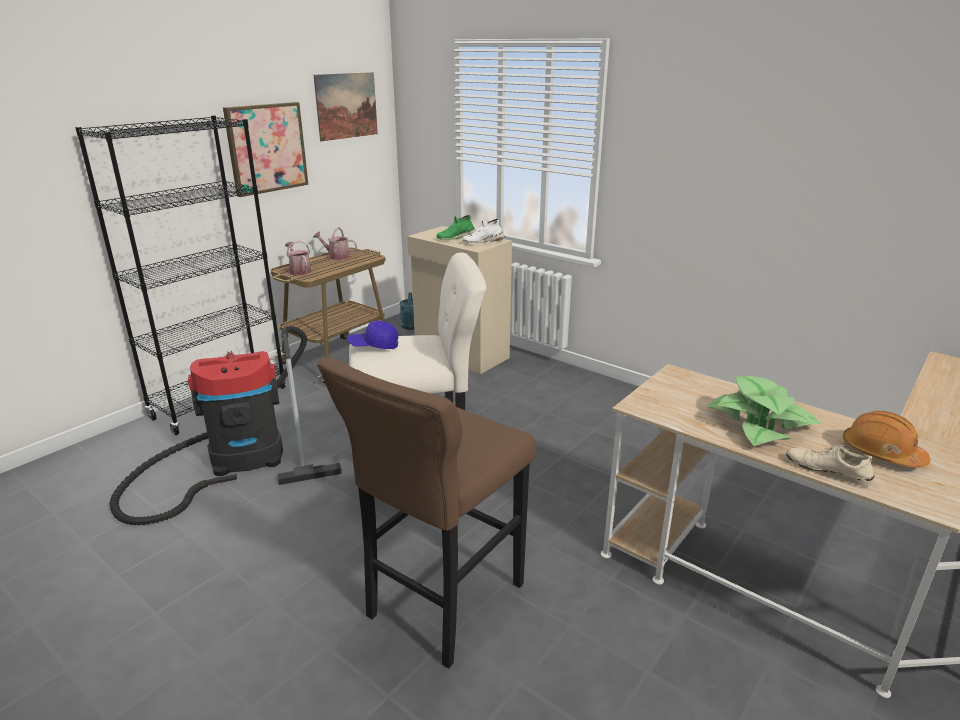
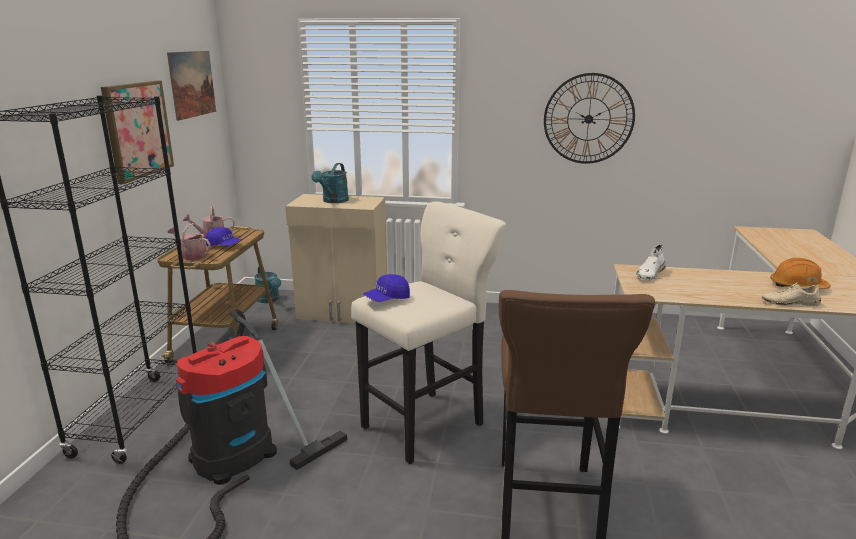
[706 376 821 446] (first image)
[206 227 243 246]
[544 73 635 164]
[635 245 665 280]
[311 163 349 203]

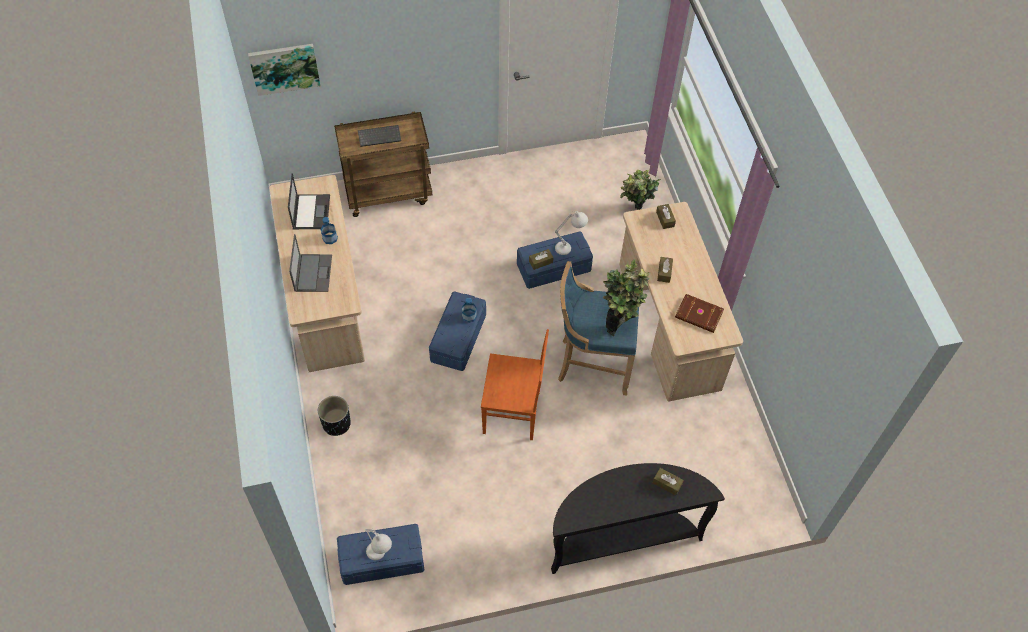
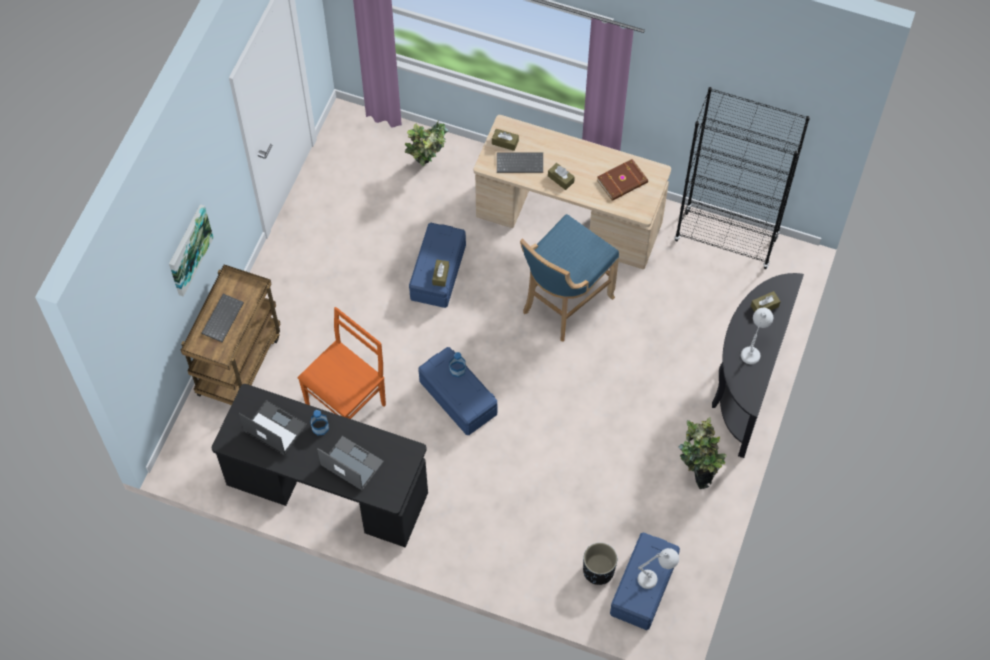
[497 152 543 173]
[674 87 810 269]
[169 204 213 297]
[583 543 617 585]
[297 307 386 419]
[741 308 773 364]
[678 417 726 489]
[211 384 428 548]

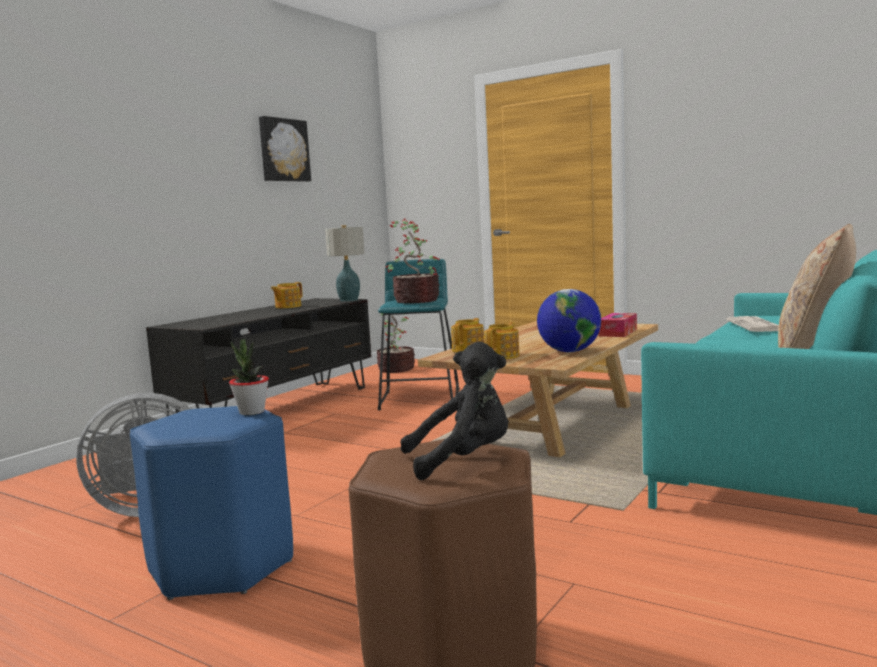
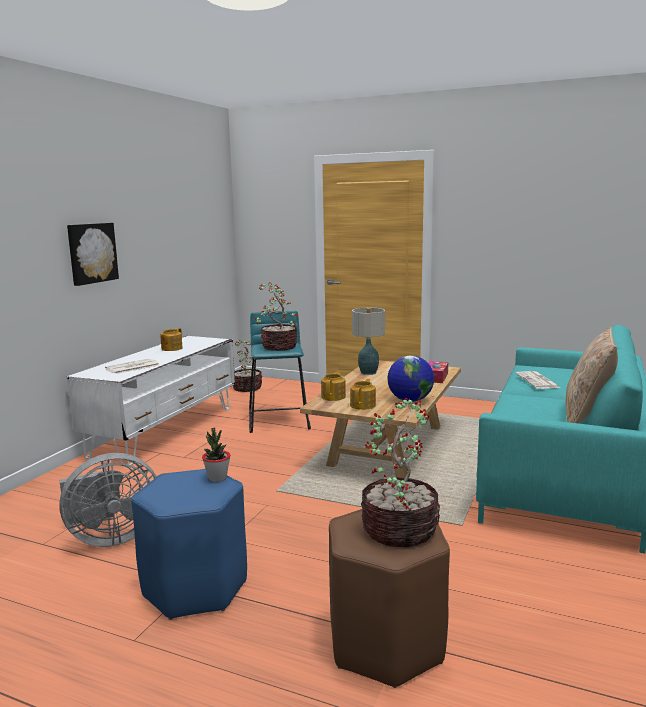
[105 358 159 374]
[67 223 119 286]
[352 307 385 375]
[361 398 440 547]
[67 336 235 465]

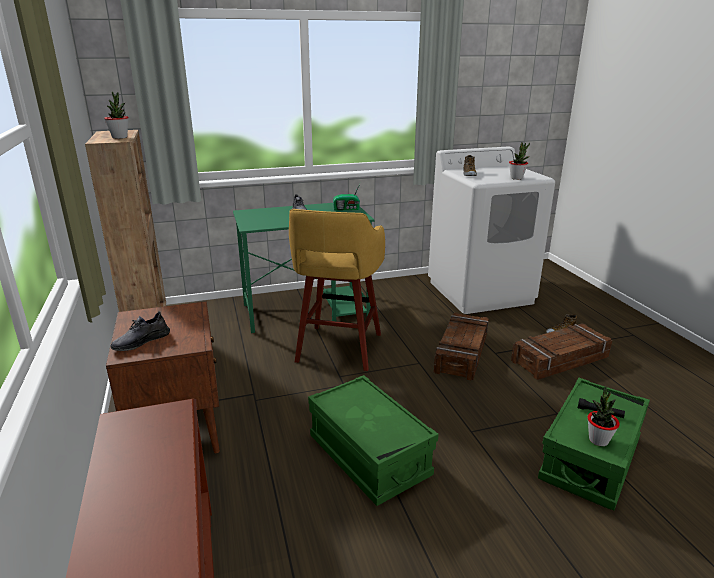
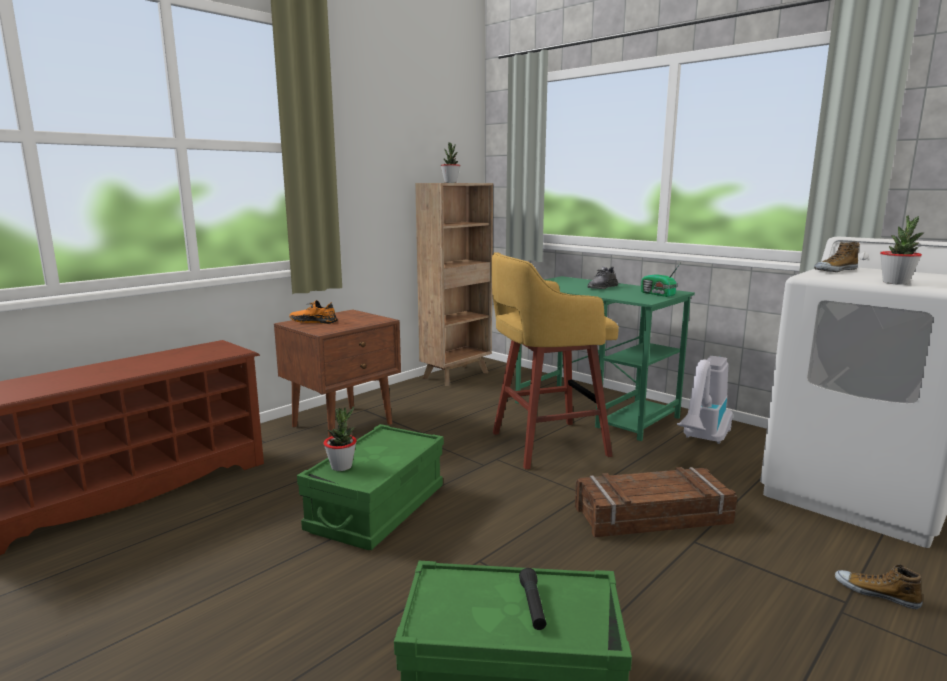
[511 323 612 380] (first image)
[677 356 733 444]
[324 406 357 471]
[289 300 338 324]

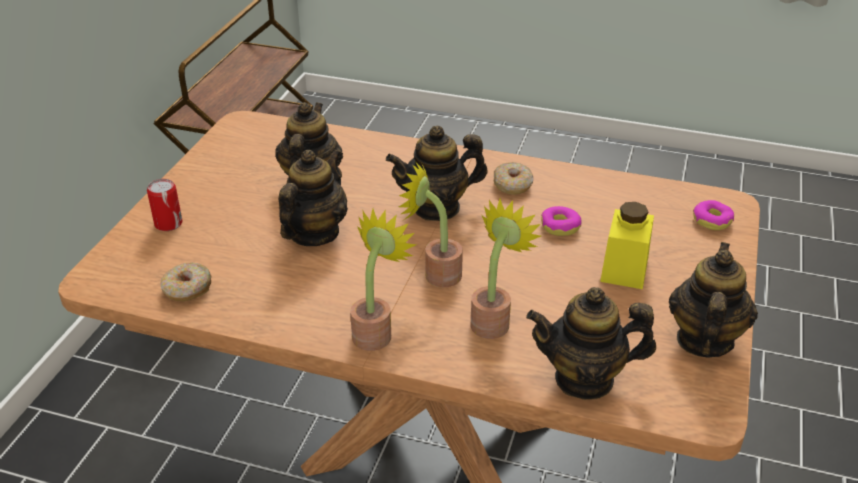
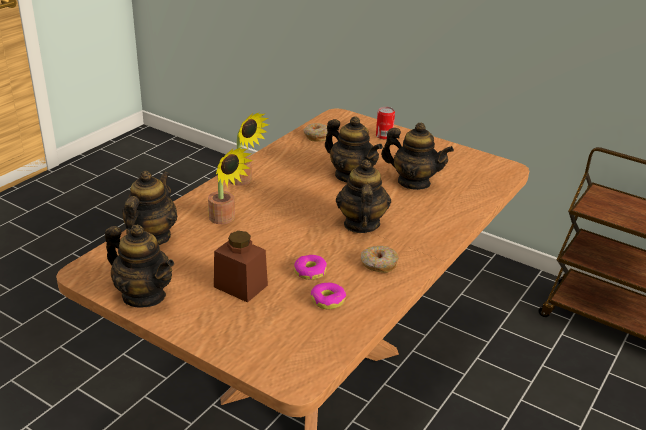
[399 161 463 287] (first image)
[311 283 346 309]
[214 231 268 303]

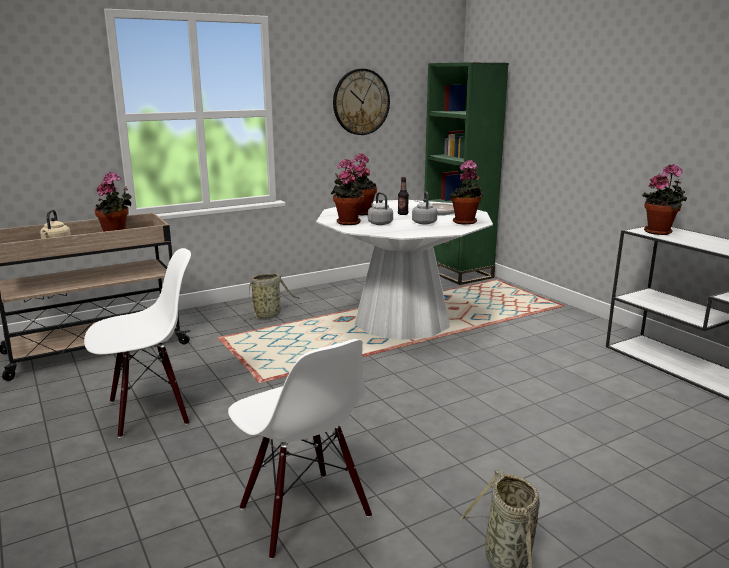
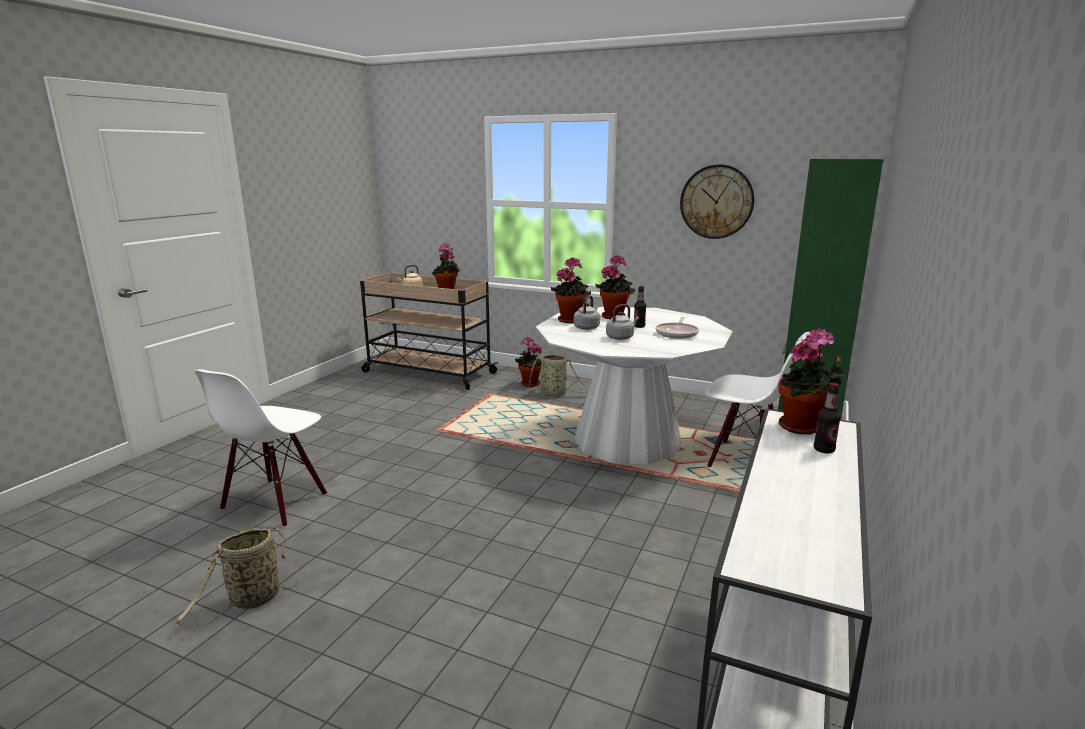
[814 383 841 453]
[705 332 810 467]
[515 337 542 387]

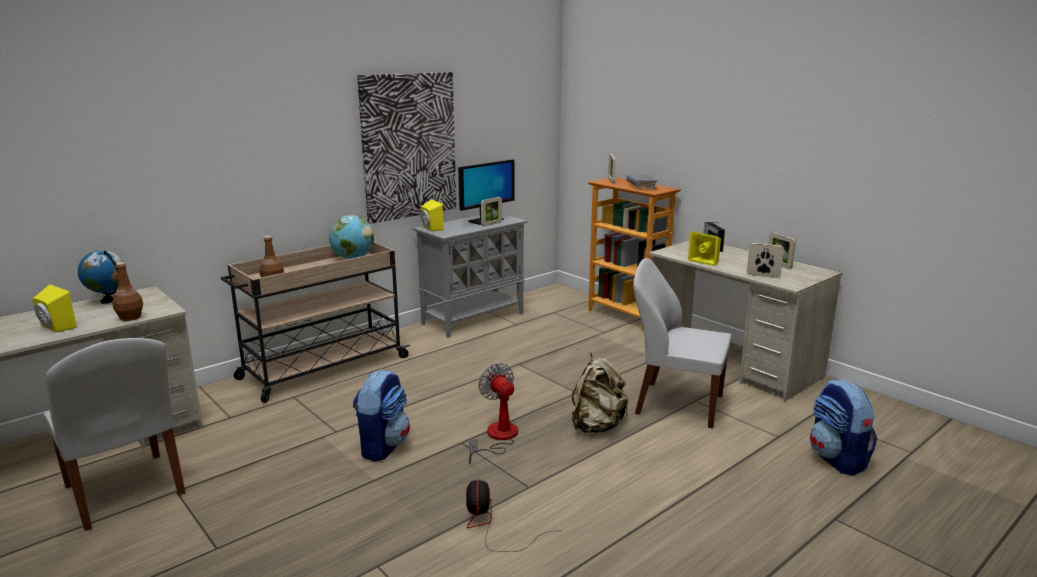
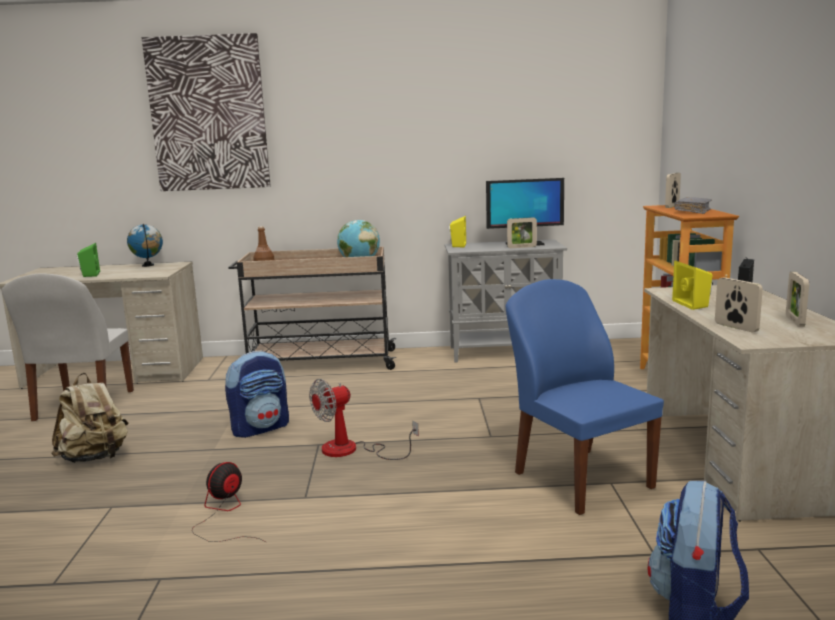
[112 262 143 321] (first image)
[142 33 271 191]
[51 373 128 463]
[77 243 100 277]
[506 279 664 515]
[309 379 419 460]

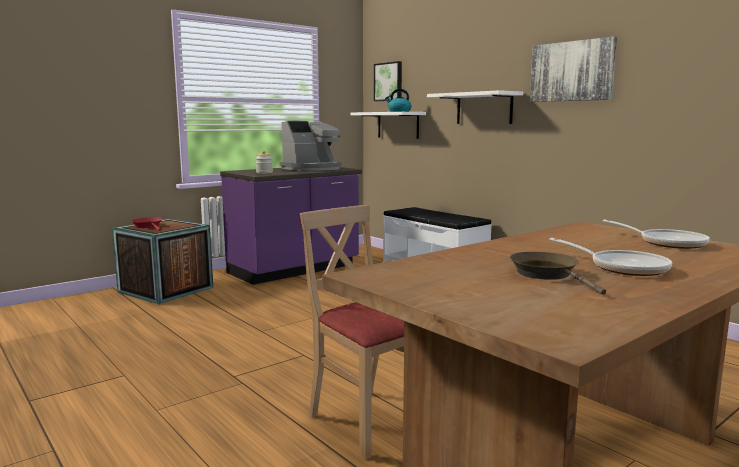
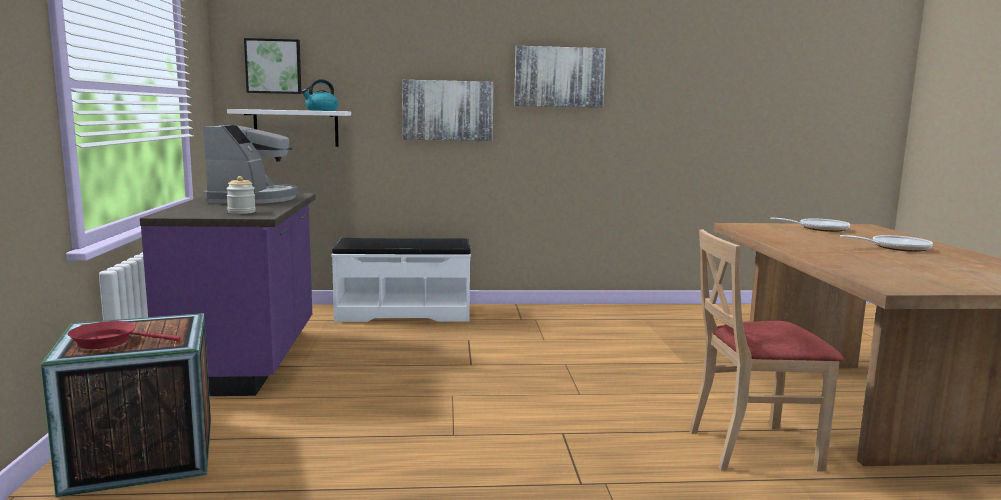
[510 252 606 295] (first image)
[402 80 494 141]

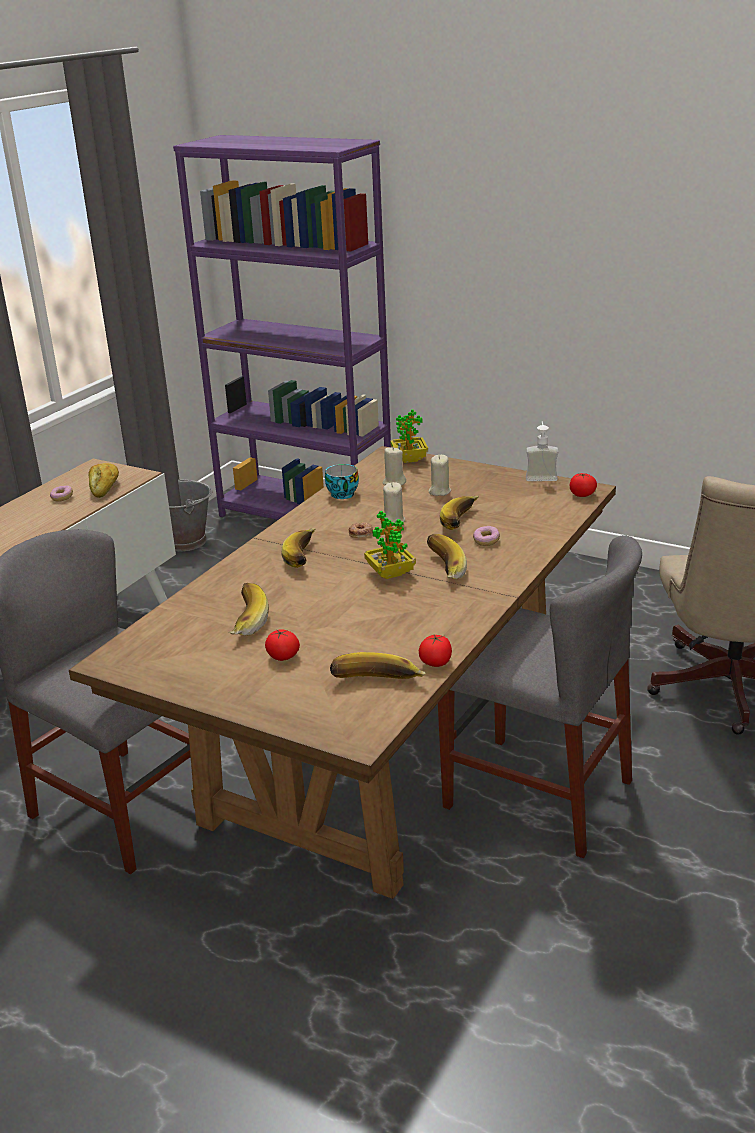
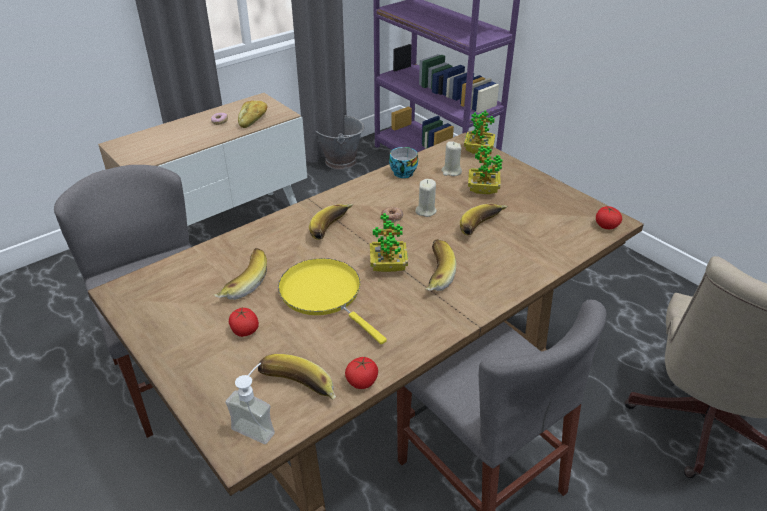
[473 526 500 546] (first image)
[278 258 387 344]
[226 363 275 444]
[468 146 503 194]

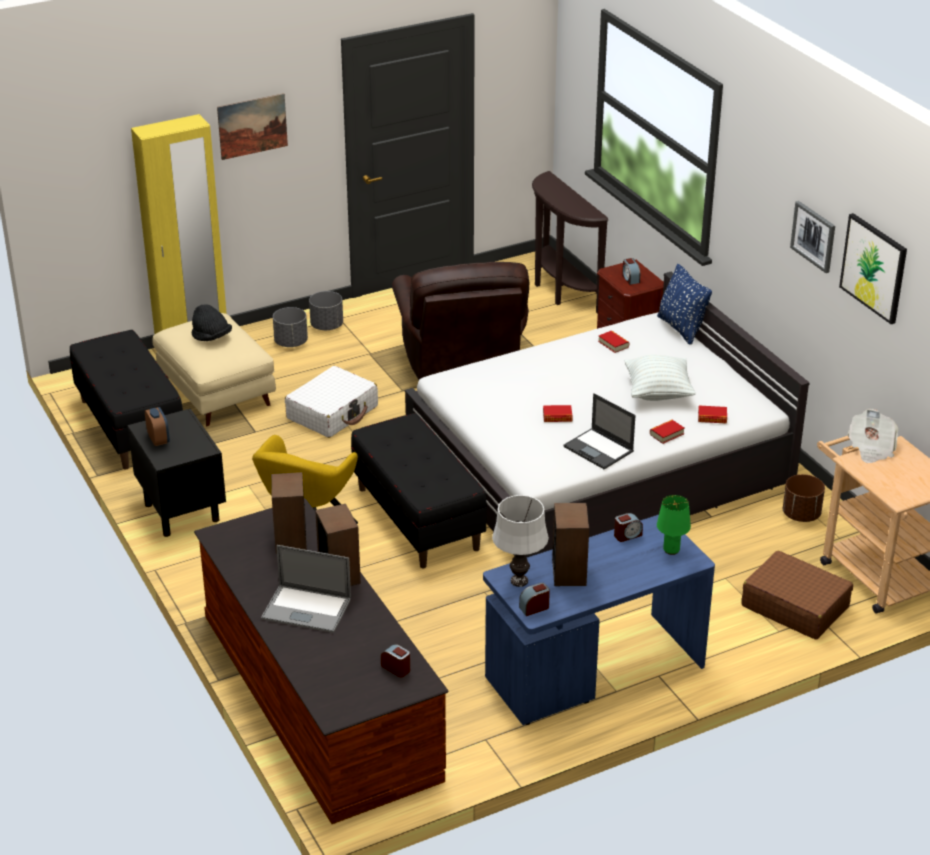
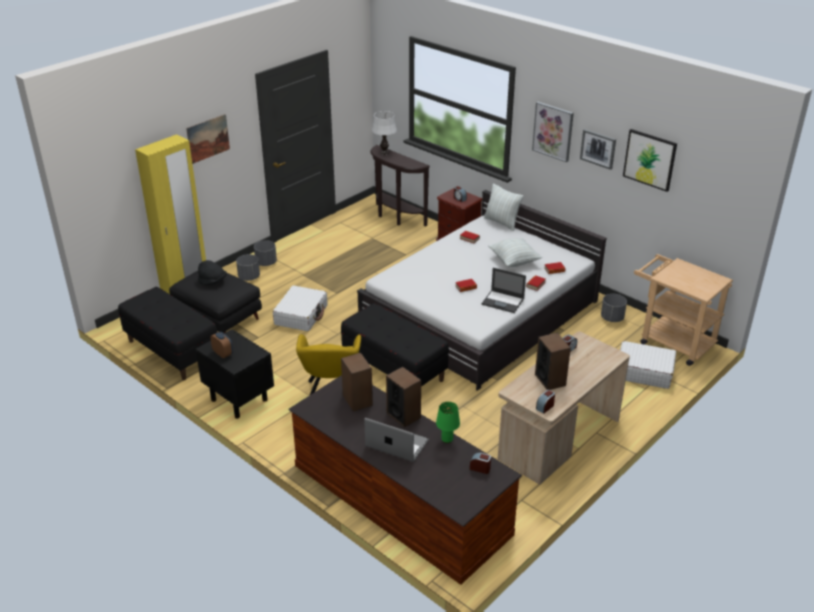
[392 262 529 380] (first image)
[848 409 898 463] (first image)
[532 102 574 162]
[372 111 397 155]
[436 402 460 443]
[169 271 262 333]
[498 331 630 485]
[484 184 523 231]
[620 341 676 389]
[601 294 627 322]
[364 418 429 462]

